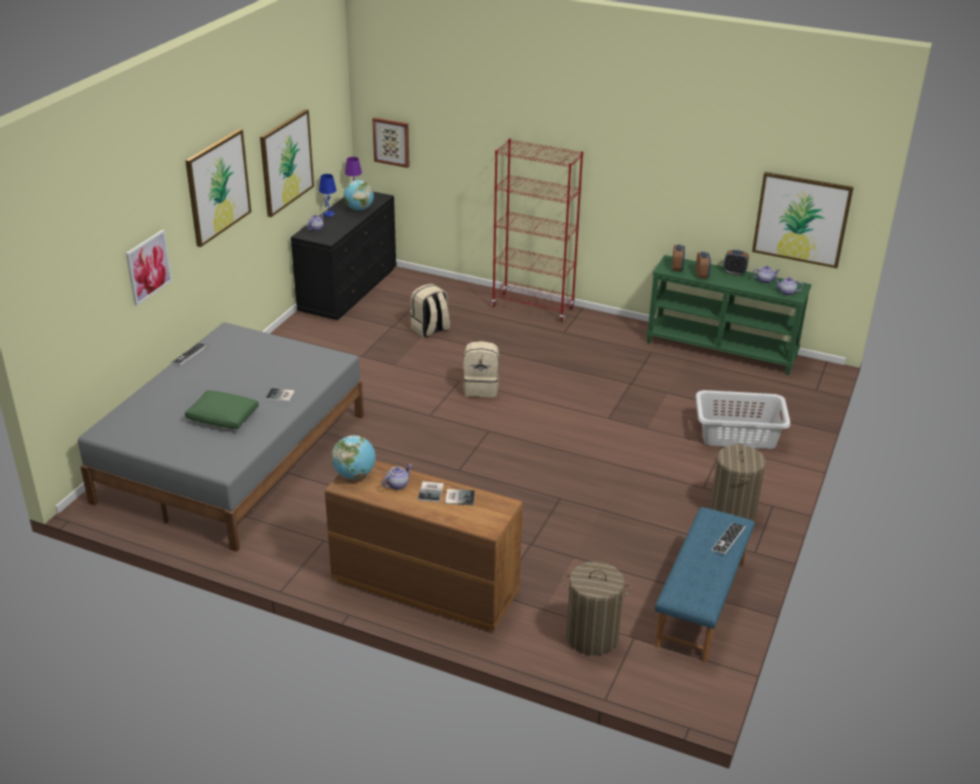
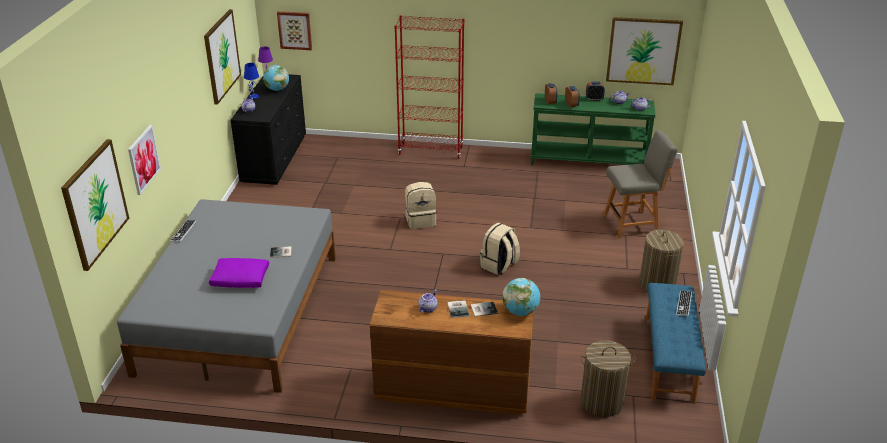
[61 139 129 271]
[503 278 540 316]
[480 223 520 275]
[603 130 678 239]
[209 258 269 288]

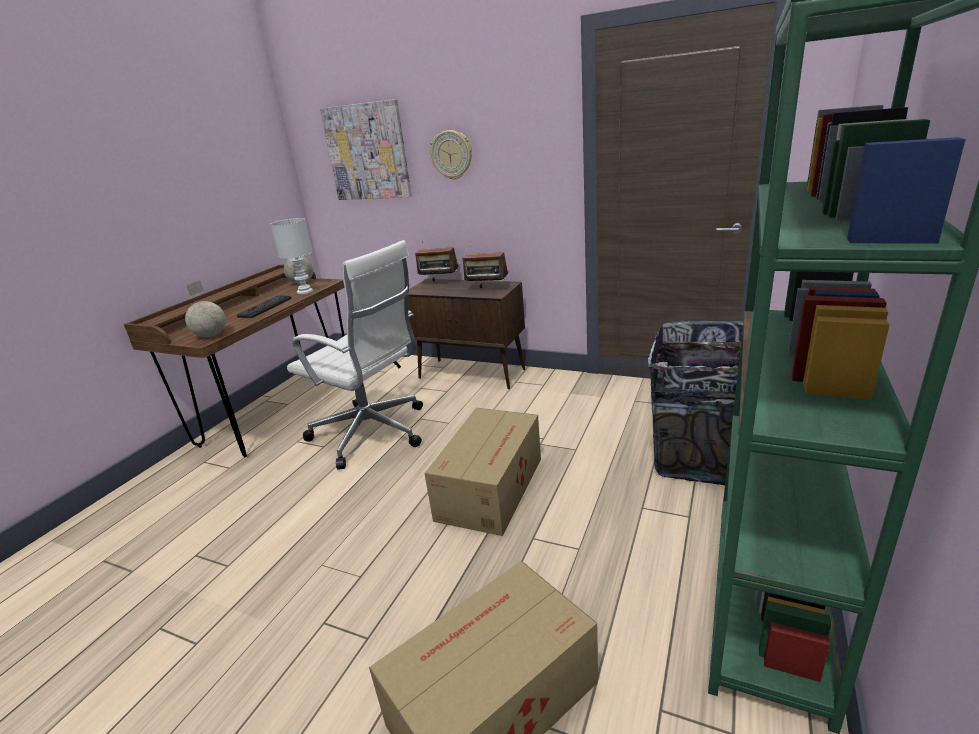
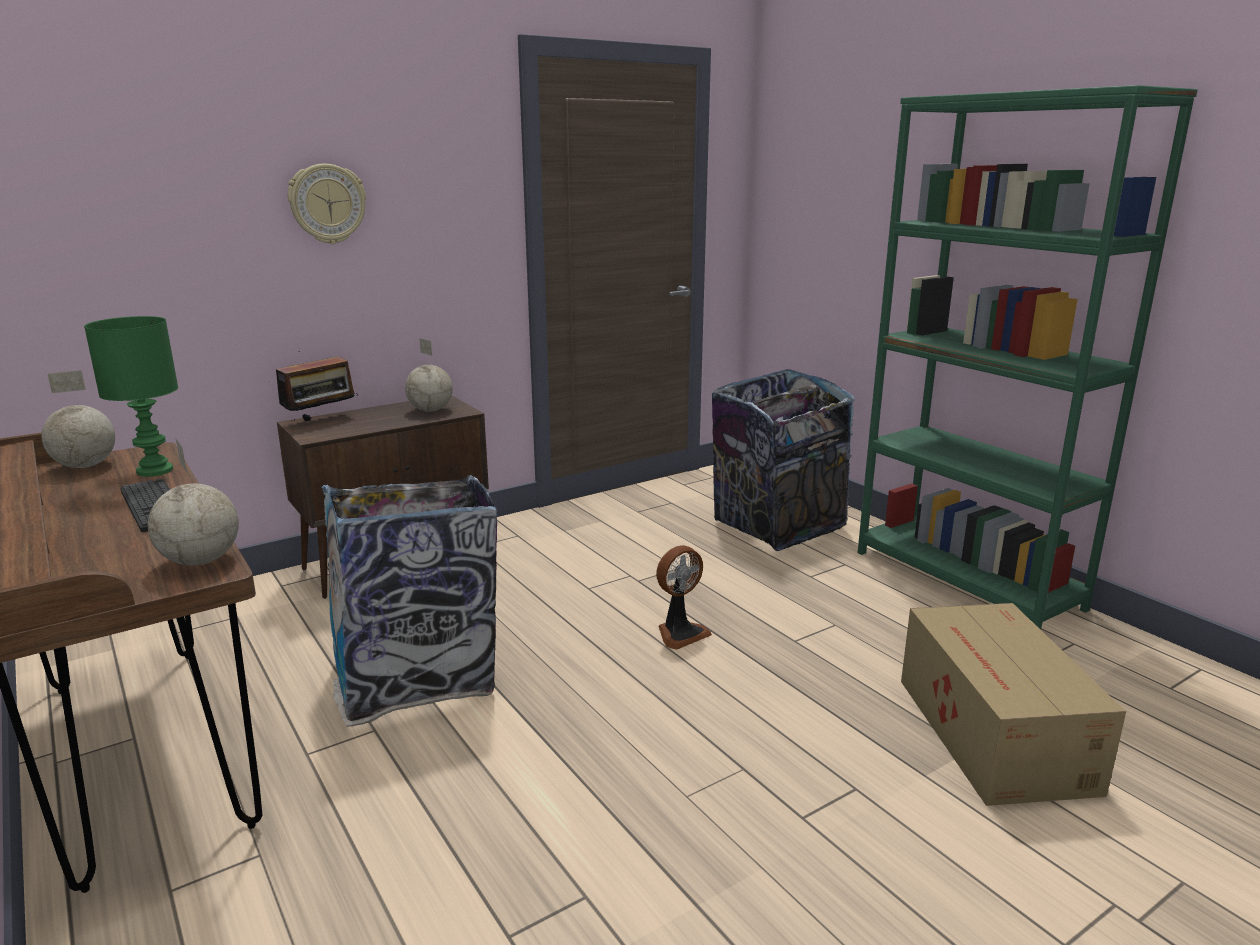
[320 99 412 200] (first image)
[321 475 497 727]
[656 545 712 650]
[405 338 453 412]
[84 316 178 477]

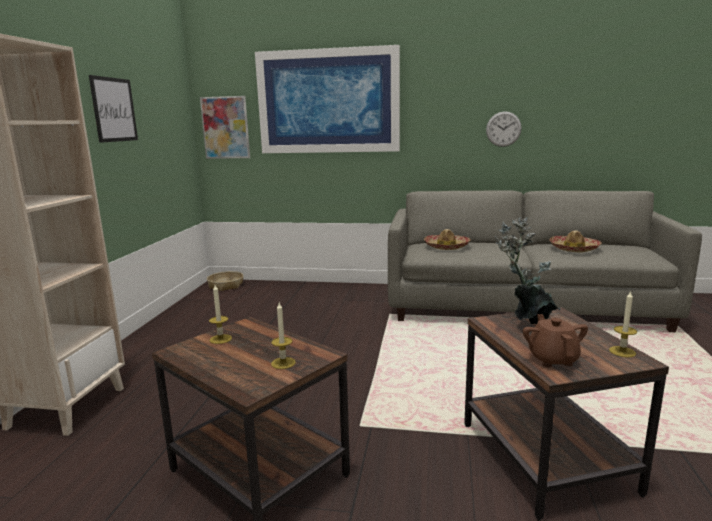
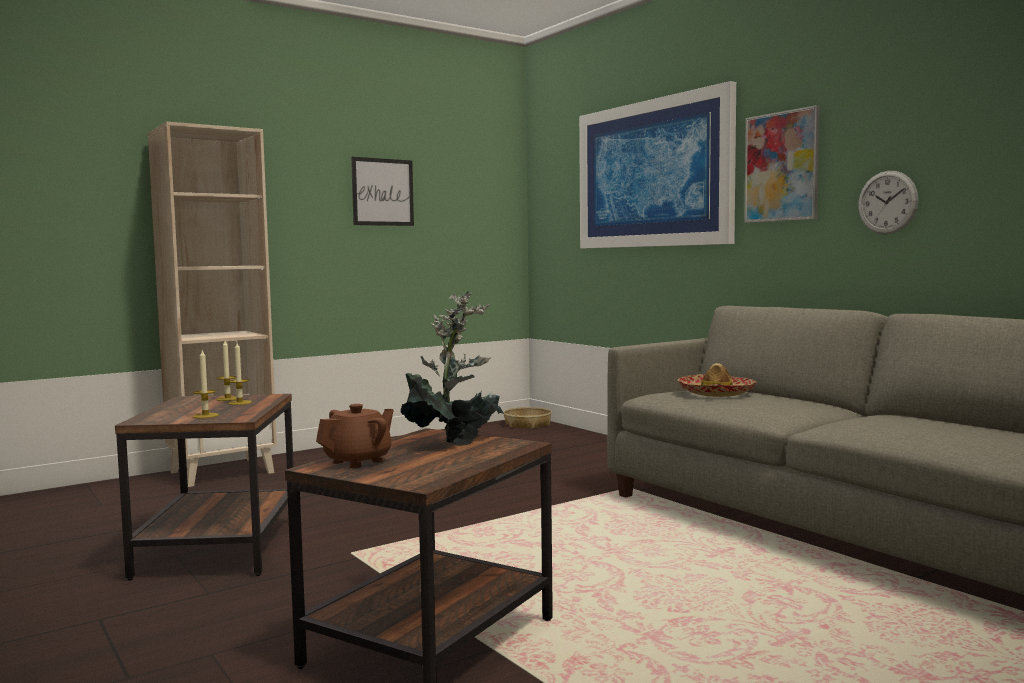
[549 230 602 252] (first image)
[744 105 820 223]
[228 343 252 405]

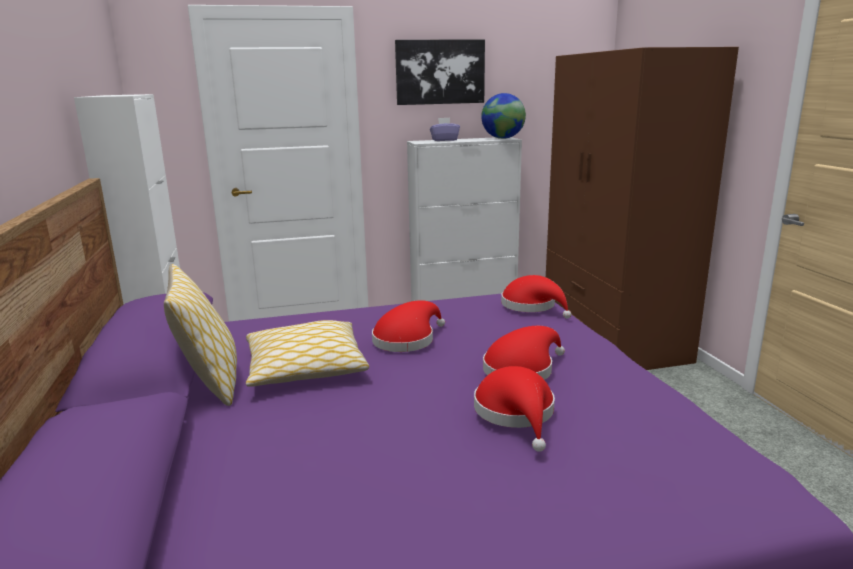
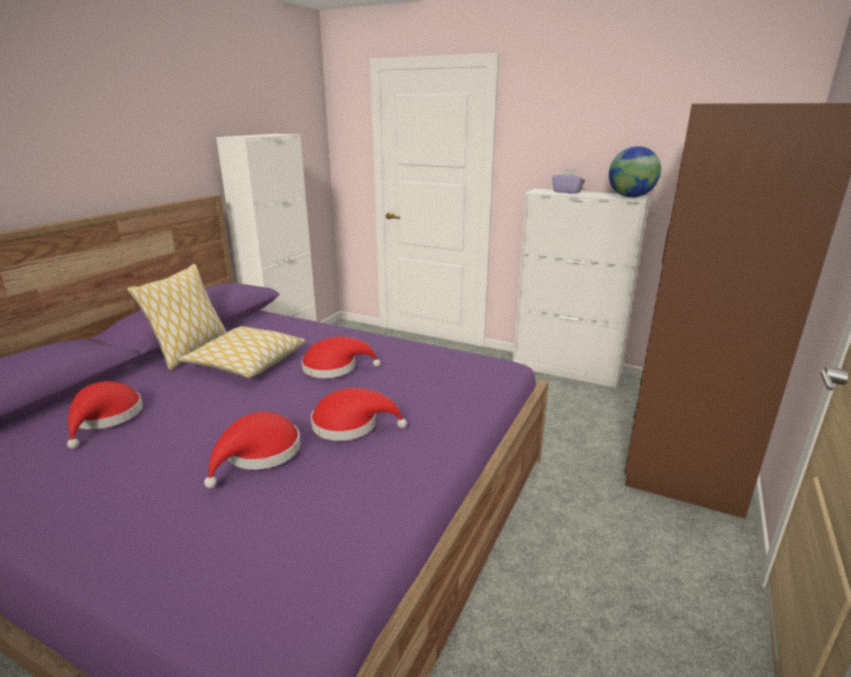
[395 39 485 105] (first image)
[67 381 143 449]

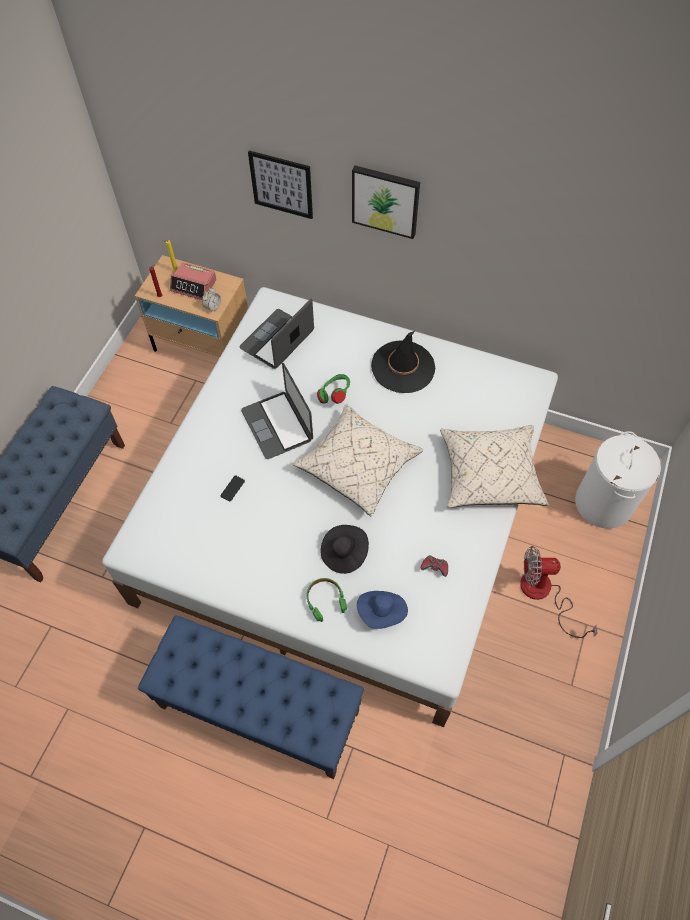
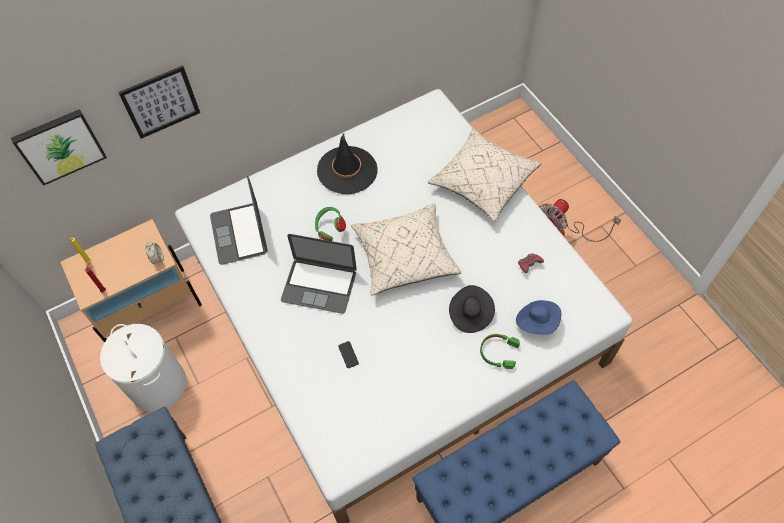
[170 262 217 300] (first image)
[11 109 107 186]
[100 324 187 412]

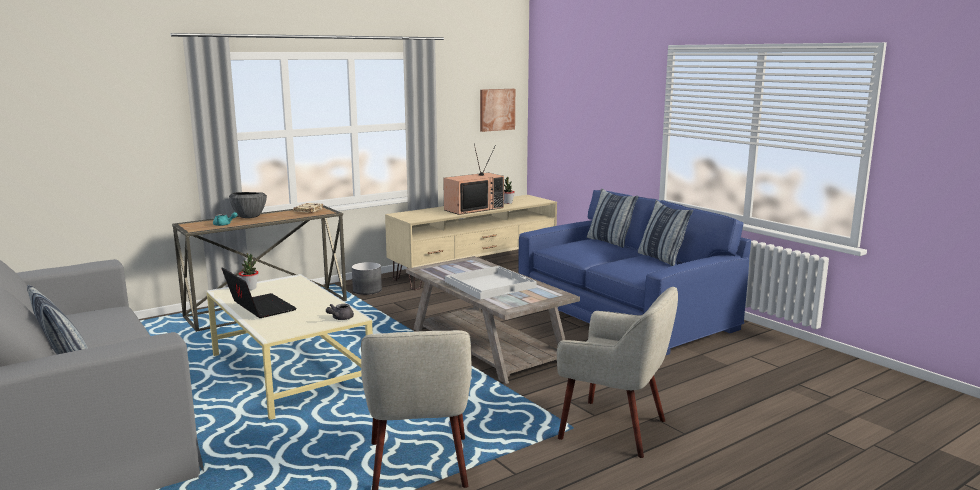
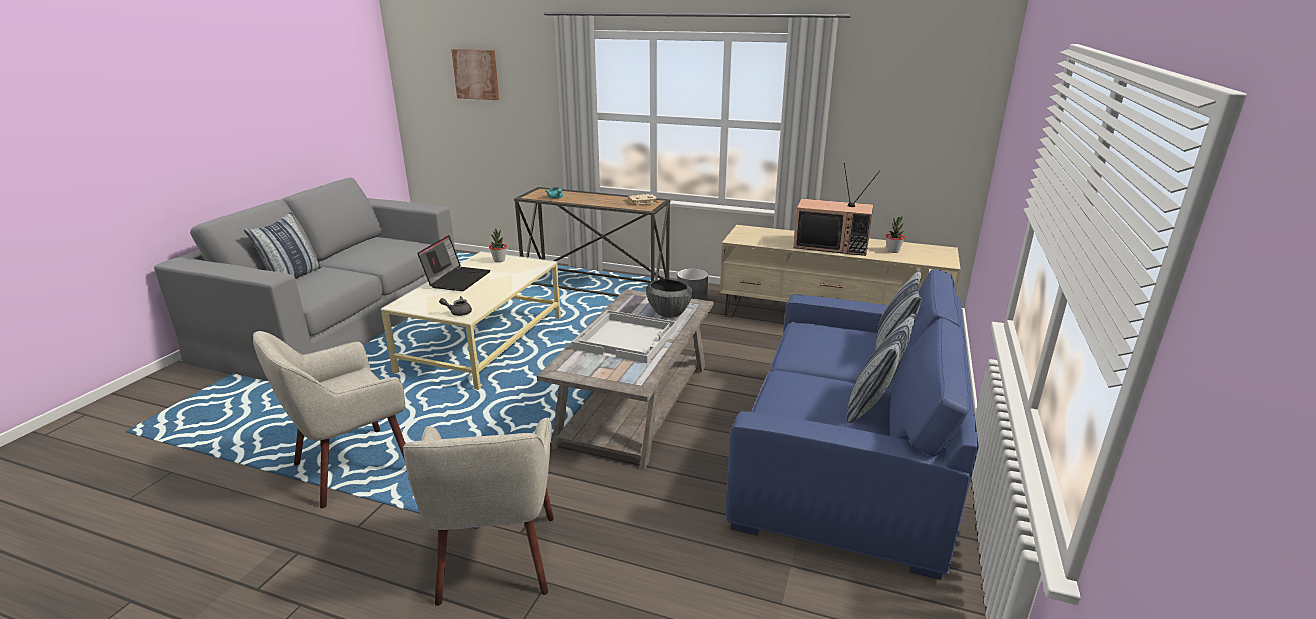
[646 279 692 318]
[451 49 499 100]

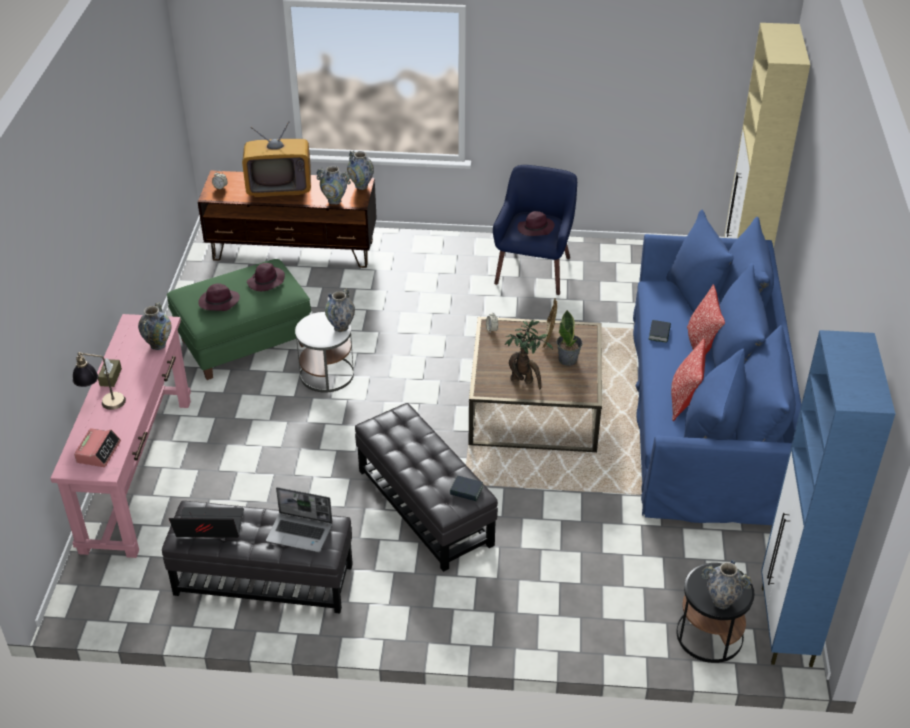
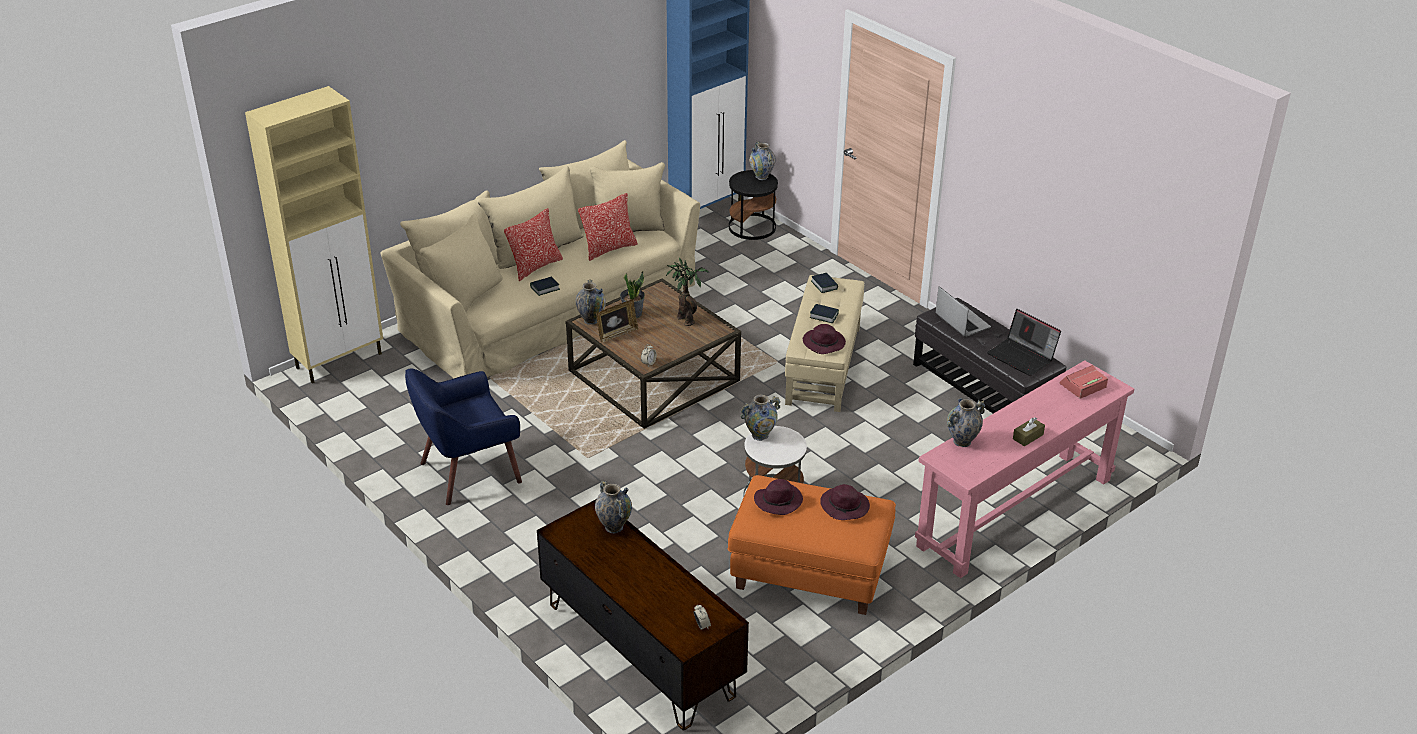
[73 352 126 410] (first image)
[242 121 311 197] (first image)
[810 304 839 324]
[575 279 606 325]
[803 324 846 354]
[727 475 896 615]
[785 275 864 412]
[380 140 700 378]

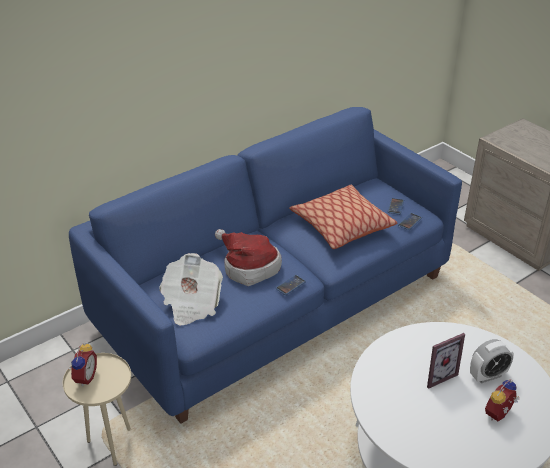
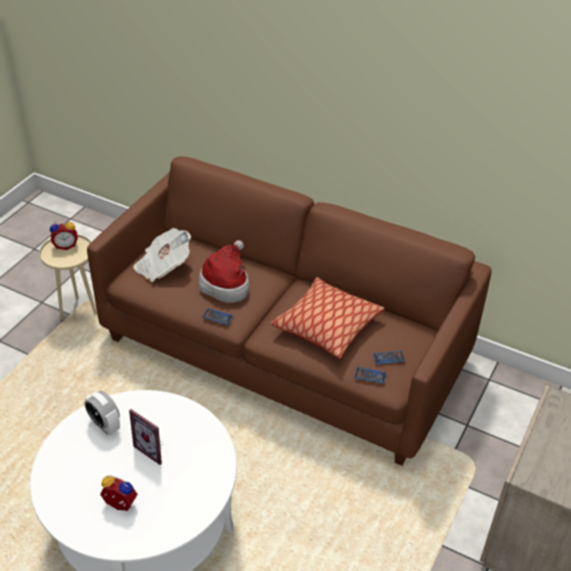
[84 391 120 435]
[87 156 491 466]

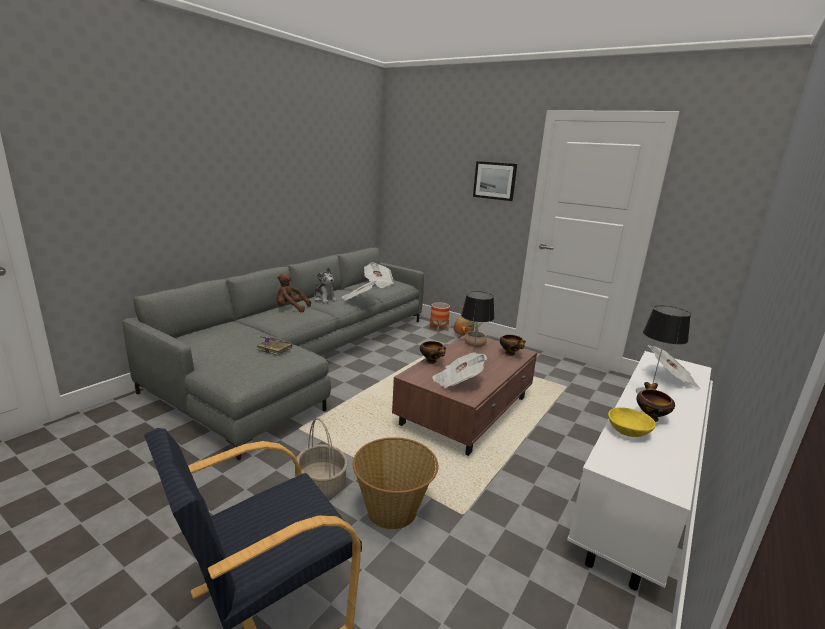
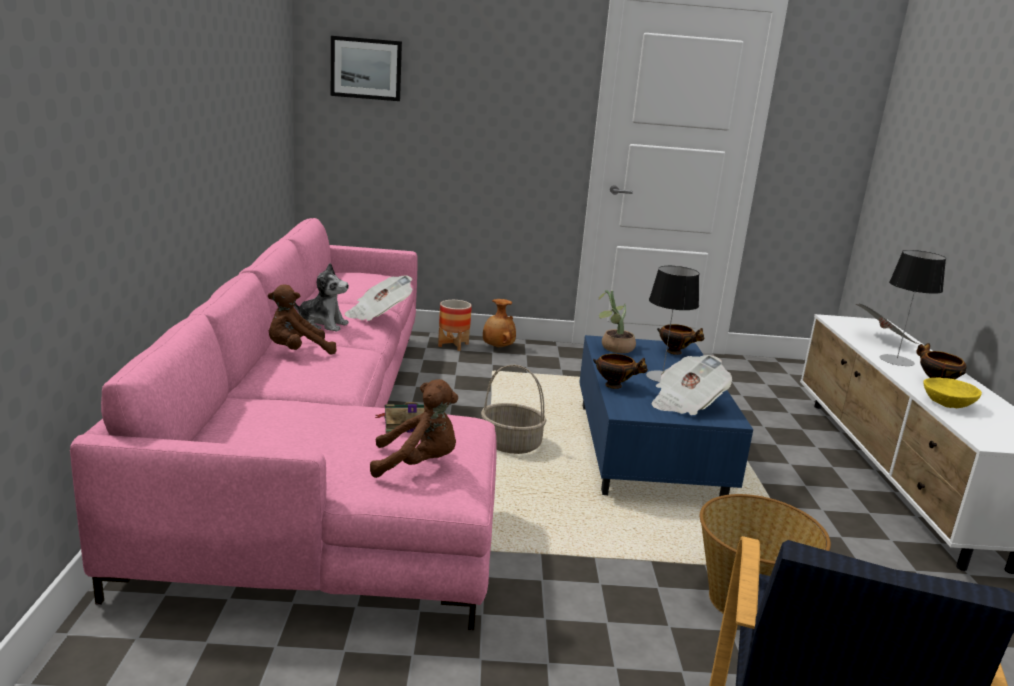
[364 263 394 288] (first image)
[370 379 458 478]
[481 365 547 454]
[331 36 402 101]
[70 218 496 630]
[579 335 753 496]

